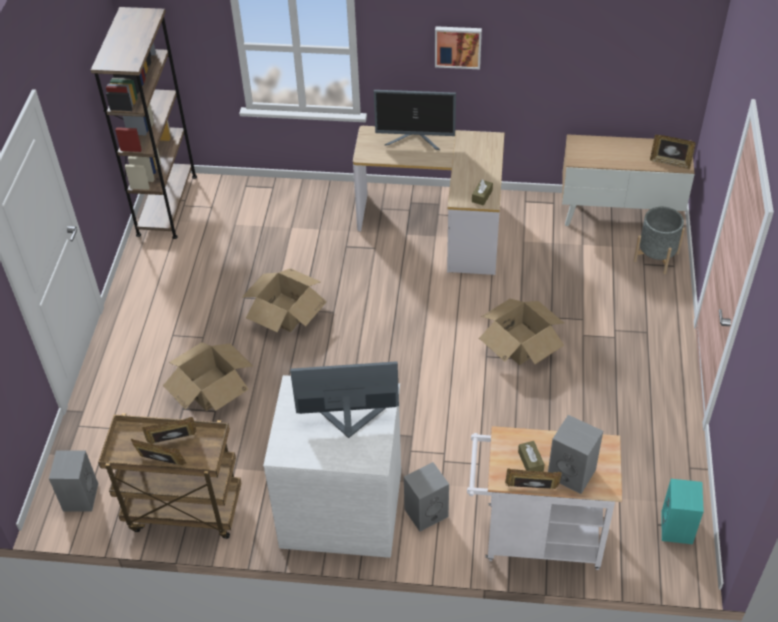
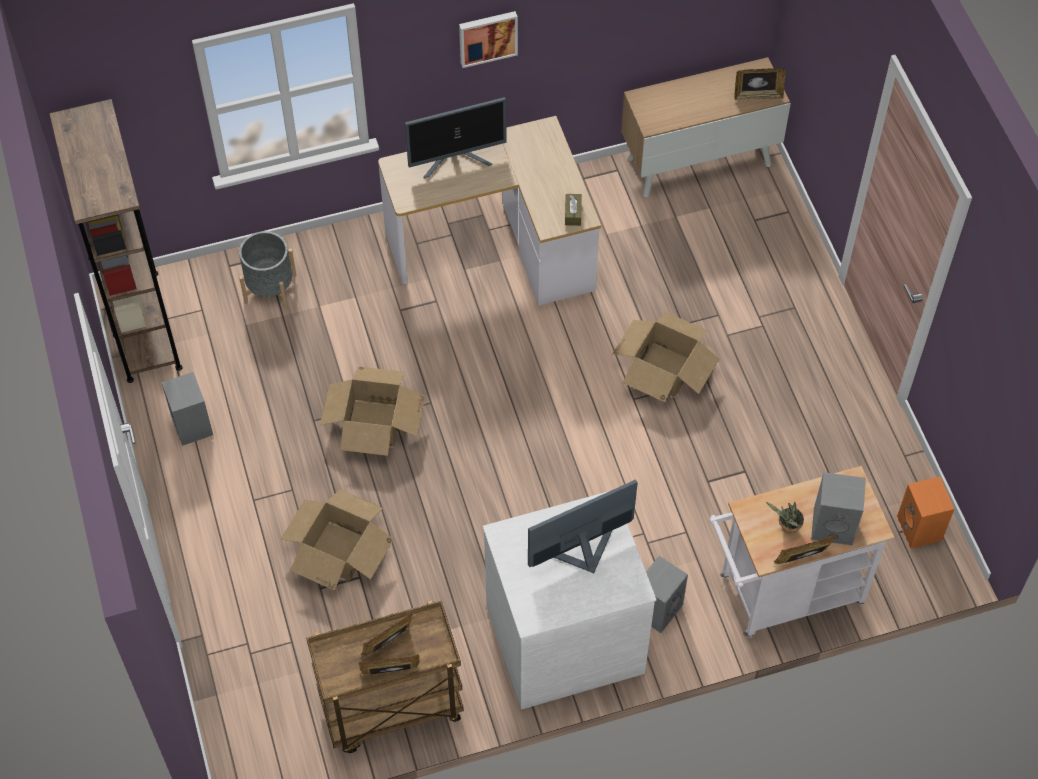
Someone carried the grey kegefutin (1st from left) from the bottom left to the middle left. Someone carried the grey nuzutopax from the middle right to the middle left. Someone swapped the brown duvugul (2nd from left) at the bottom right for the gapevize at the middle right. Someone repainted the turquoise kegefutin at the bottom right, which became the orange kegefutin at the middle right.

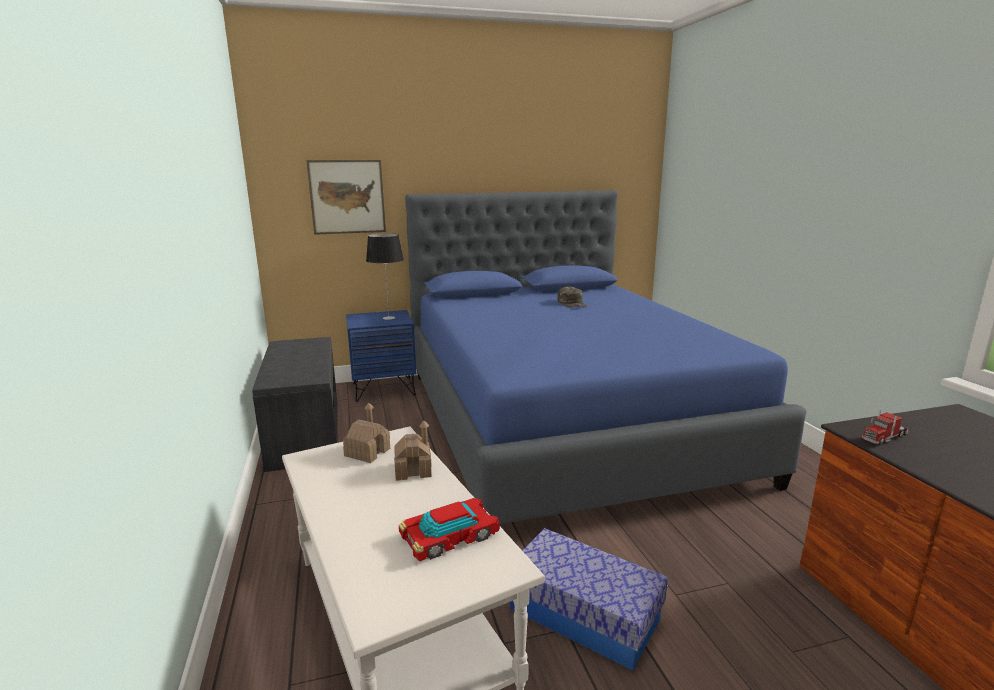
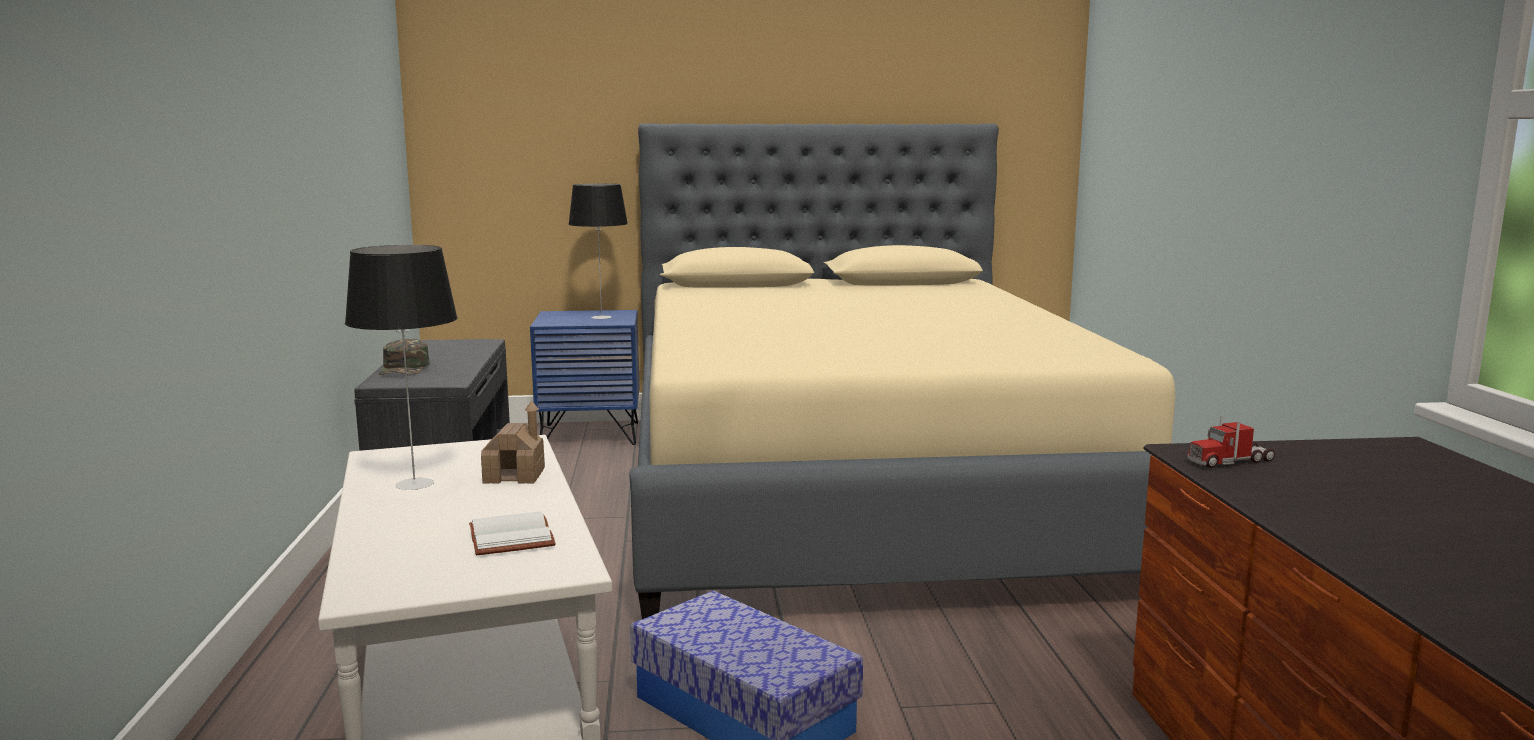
Someone put down the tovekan (1st from left) at the middle left. Someone carried the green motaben from the centre to the middle left. Someone swapped the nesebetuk at the bottom centre for the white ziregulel at the bottom centre. Someone repainted the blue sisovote at the centre, which became the beige sisovote at the centre. Someone took away the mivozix at the top centre. Someone took away the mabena (1st from left) at the centre.

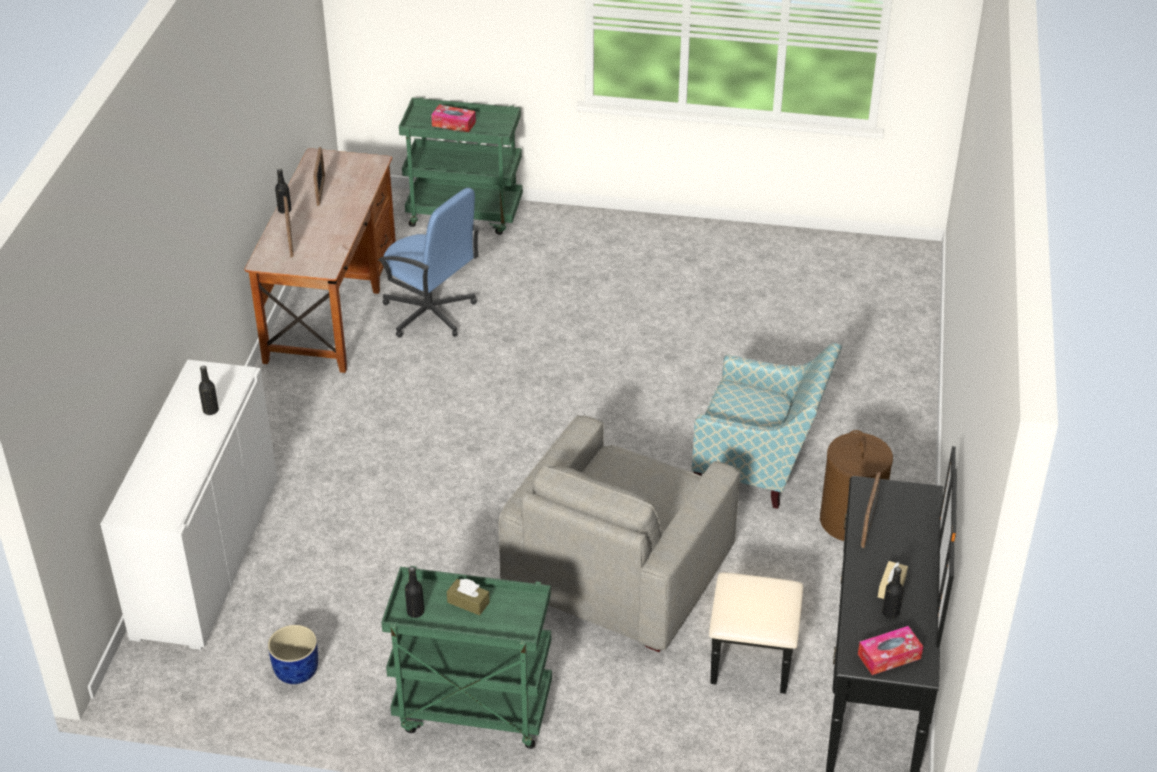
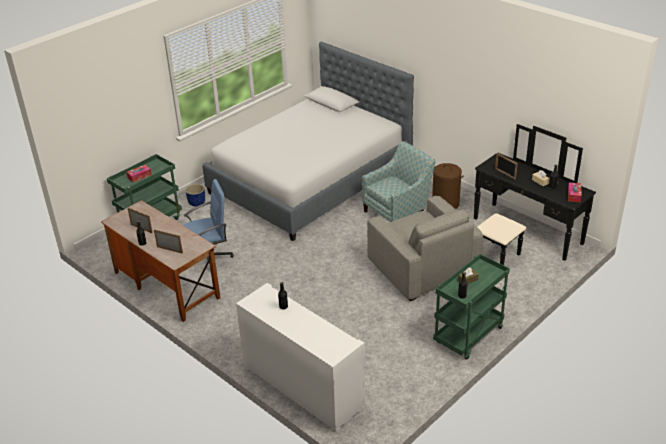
Someone carried the blue nuzutopax from the bottom left to the middle left. Someone put down the sisovote at the top centre.

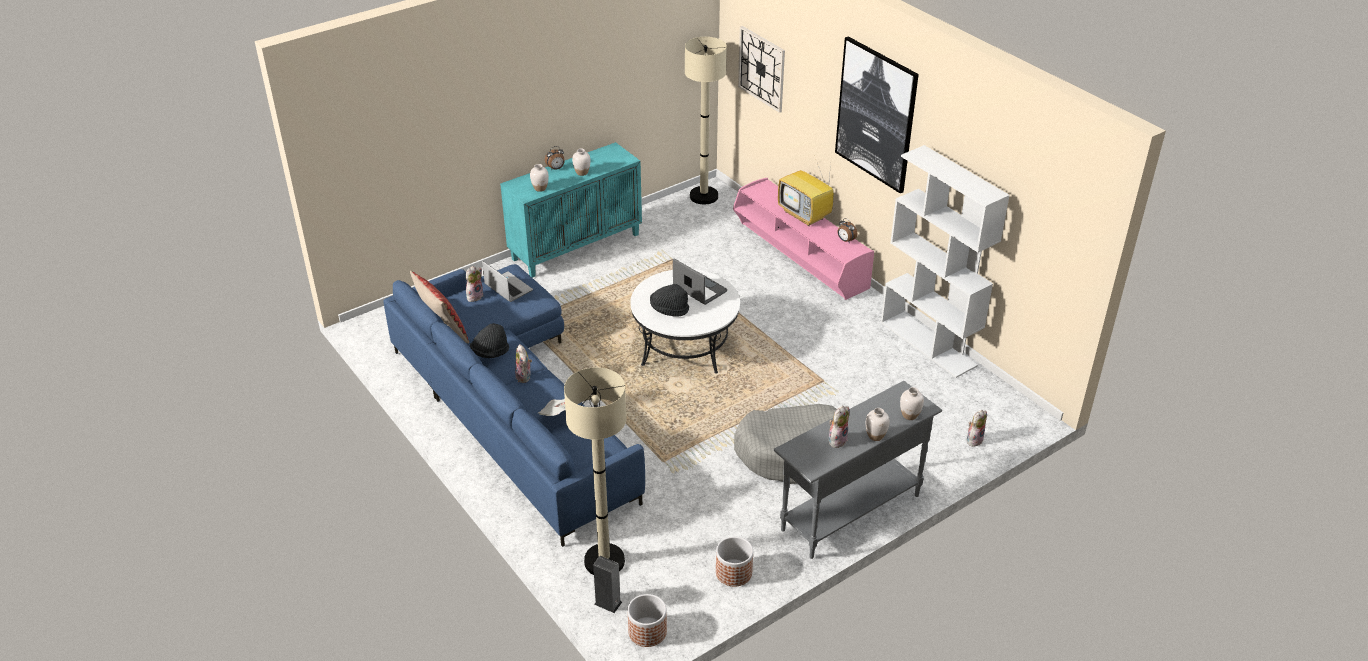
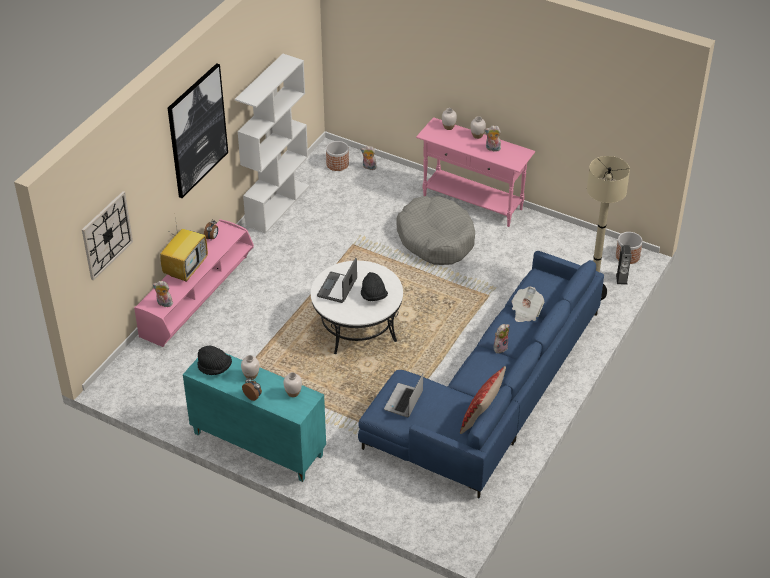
Someone carried the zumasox (1st from left) from the centre to the middle left. Someone carried the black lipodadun (1st from left) from the centre to the middle left. Someone carried the nuzutopax (2nd from left in the first image) from the bottom centre to the top centre. Someone repainted the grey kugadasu at the bottom centre, which became the pink kugadasu at the top centre. Someone took away the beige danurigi (2nd from left) at the top centre.

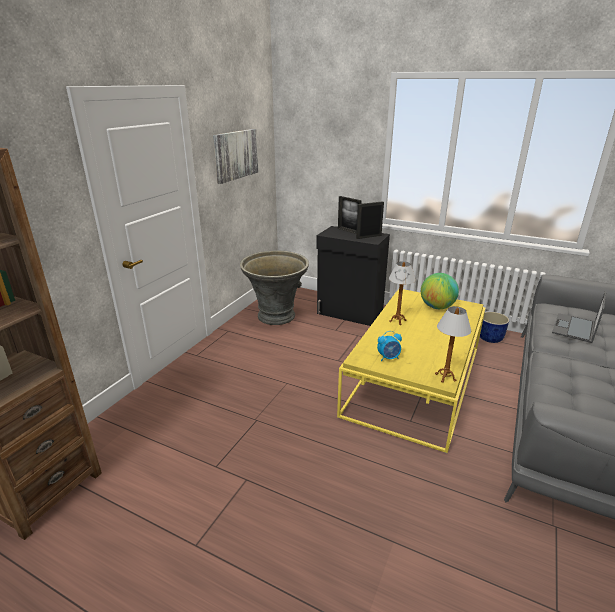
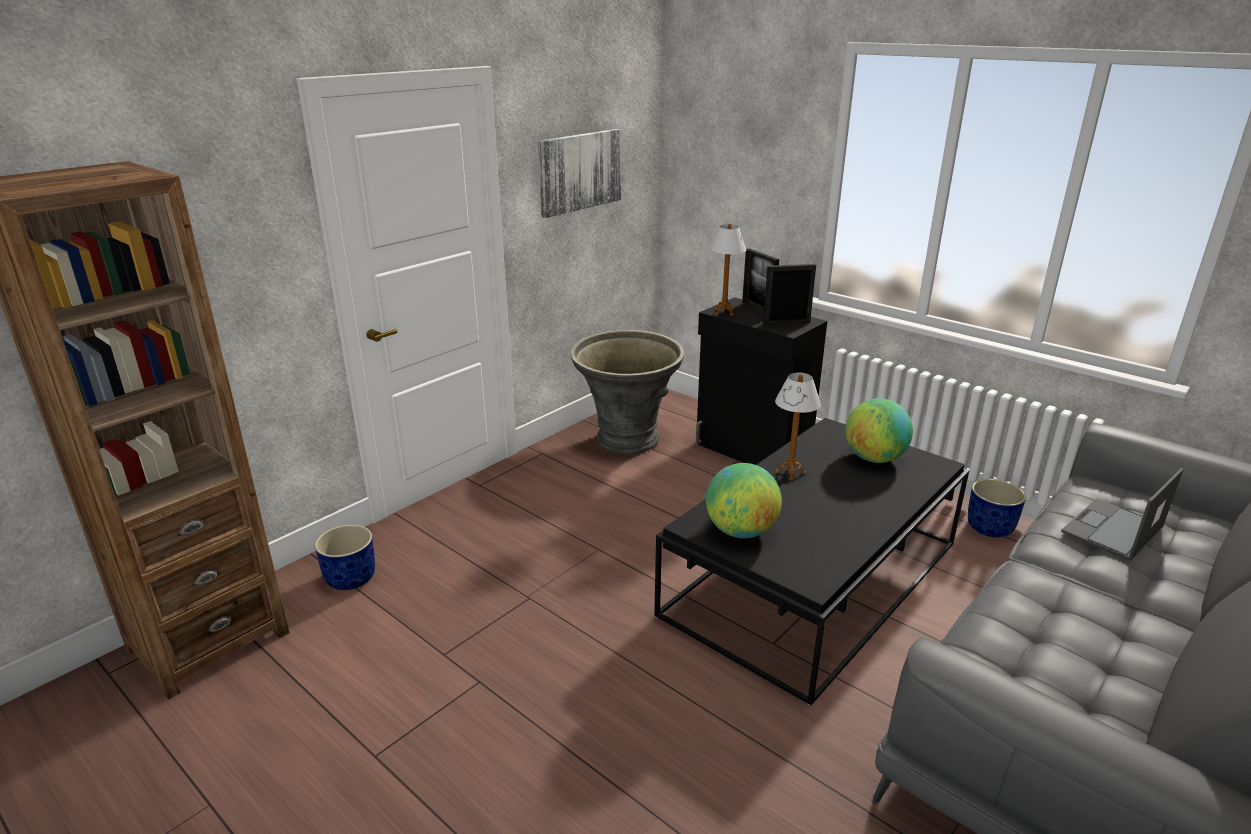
Someone put down the blue nuzutopax (1st from left) at the bottom left. Someone repainted the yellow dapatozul at the middle right, which became the black dapatozul at the bottom centre. Someone swapped the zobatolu at the centre for the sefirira (1st from left) at the centre. Someone carried the tovekan (2nd from left in the first image) from the middle right to the top centre.

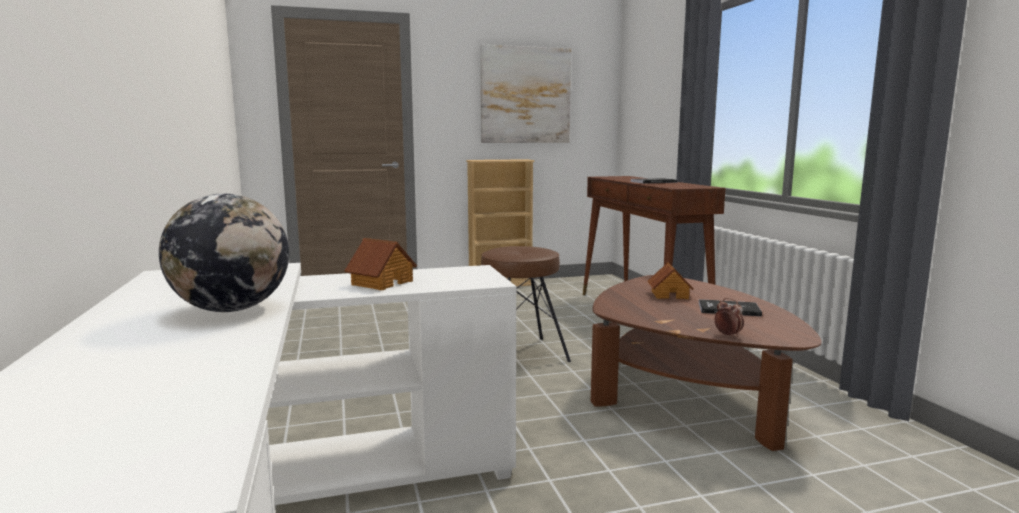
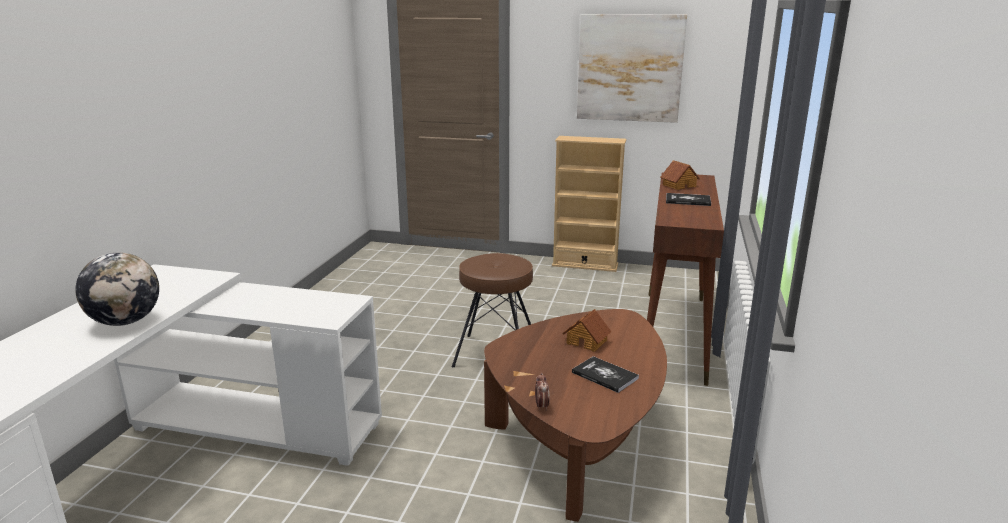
Someone carried the mabena (1st from left in the first image) from the centre to the middle right.

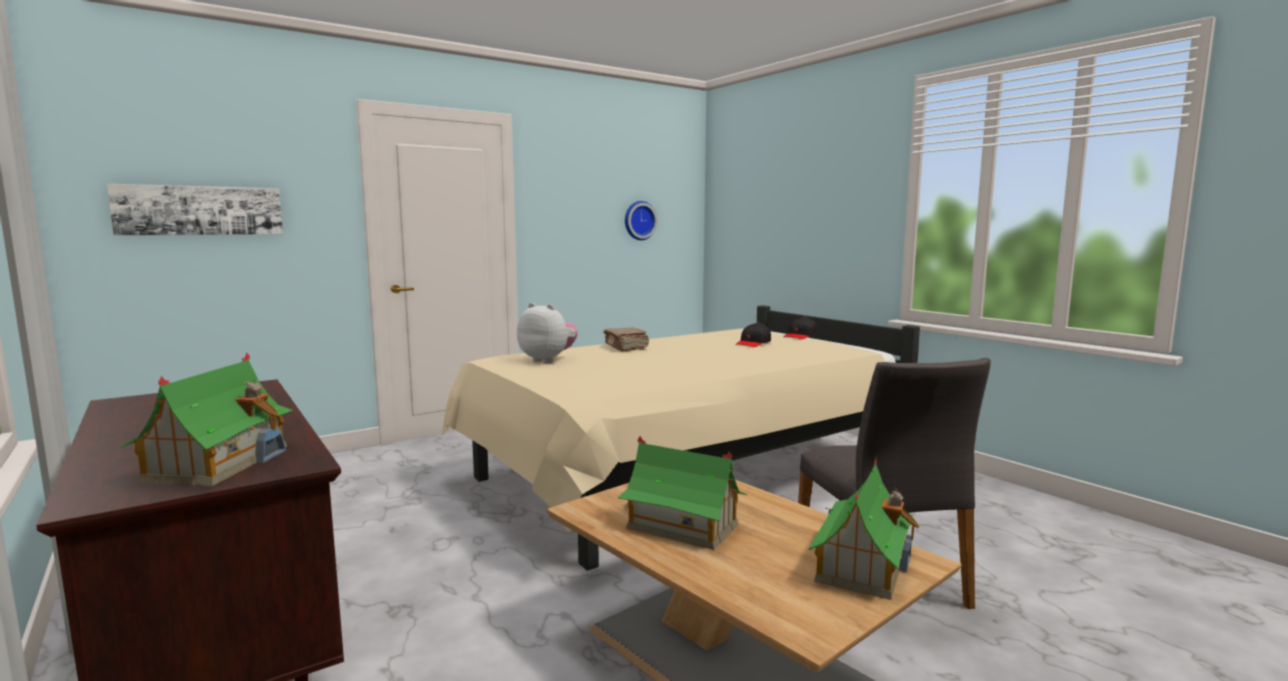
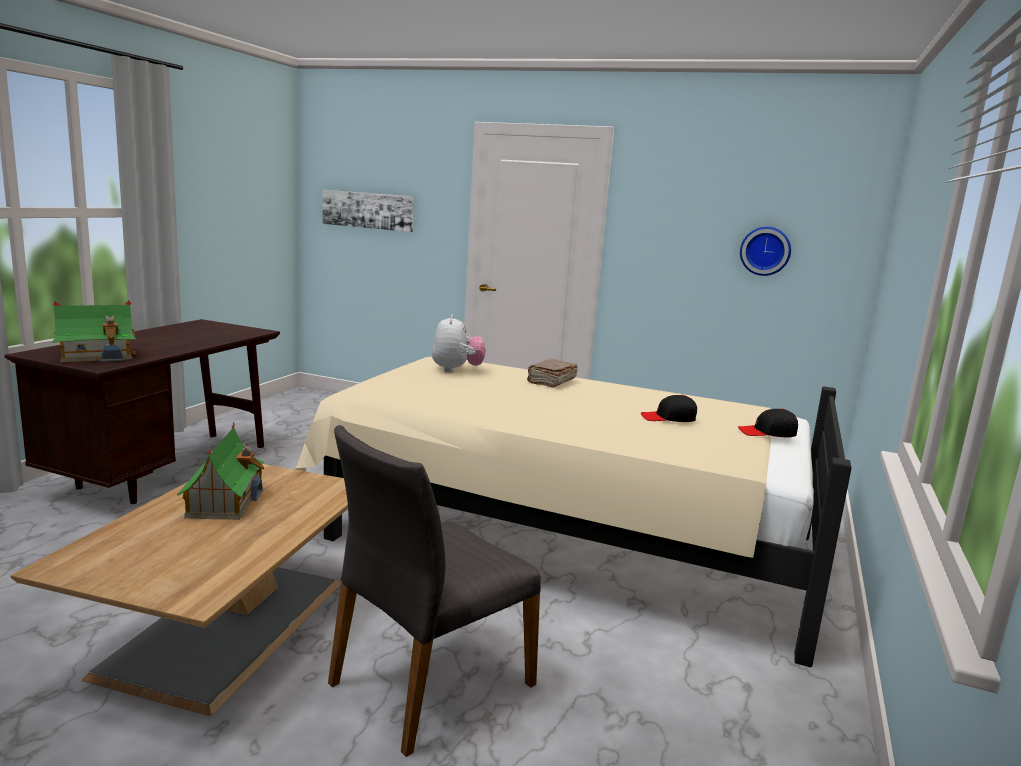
Someone took away the mabena (3rd from left) at the bottom right.

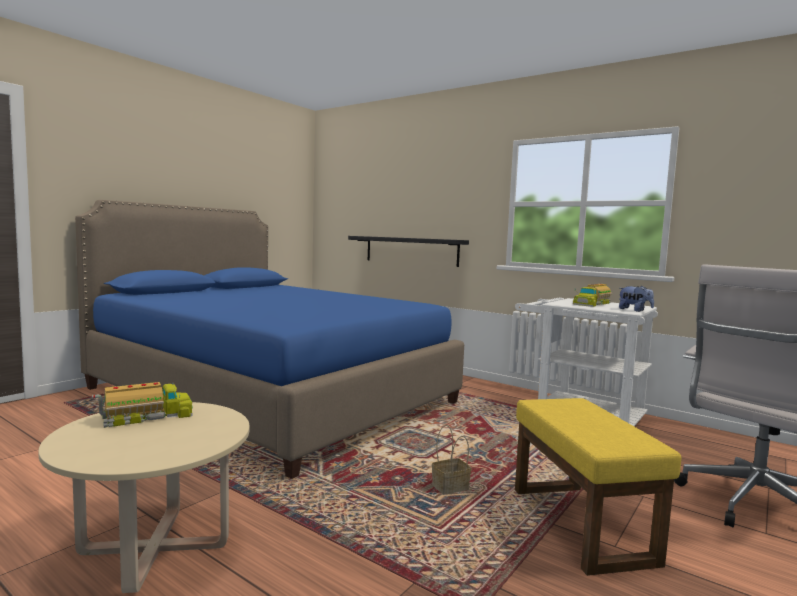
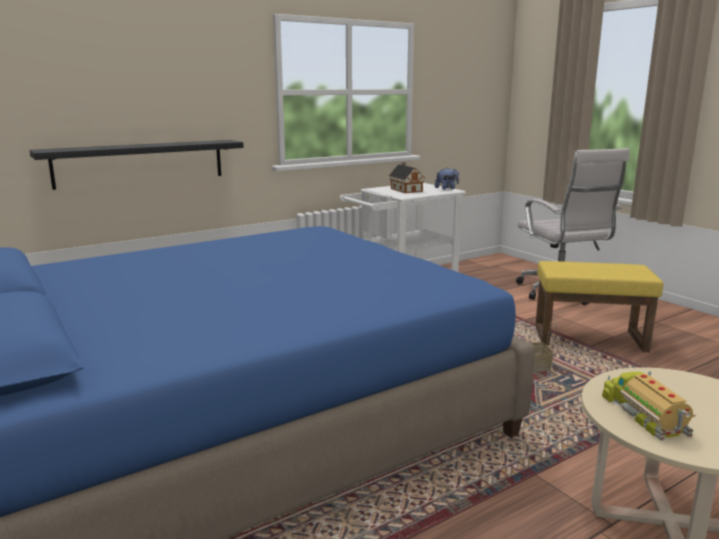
Someone swapped the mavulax (2nd from left) at the middle right for the mabena at the top centre.

